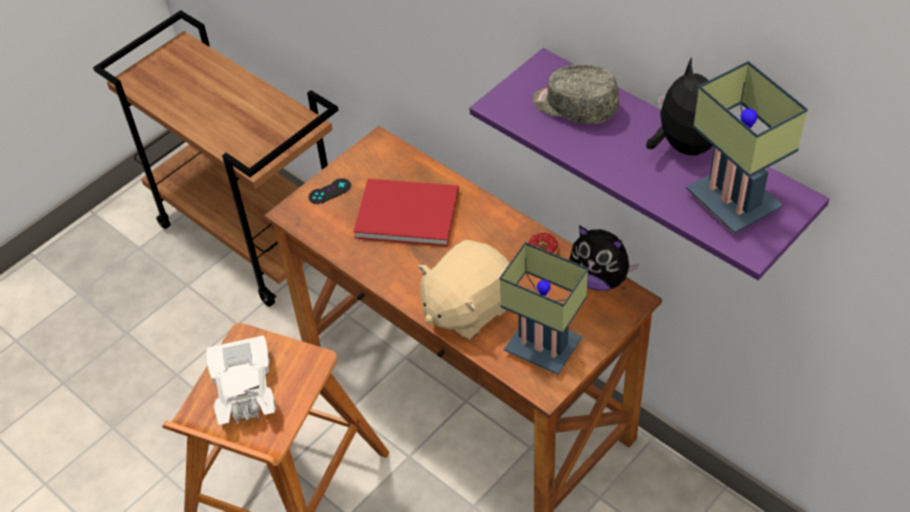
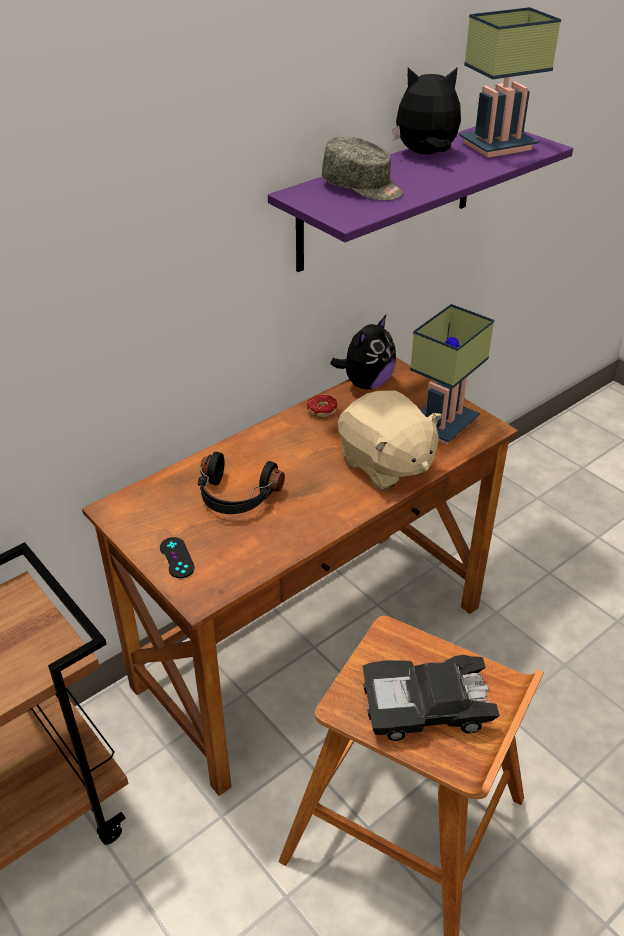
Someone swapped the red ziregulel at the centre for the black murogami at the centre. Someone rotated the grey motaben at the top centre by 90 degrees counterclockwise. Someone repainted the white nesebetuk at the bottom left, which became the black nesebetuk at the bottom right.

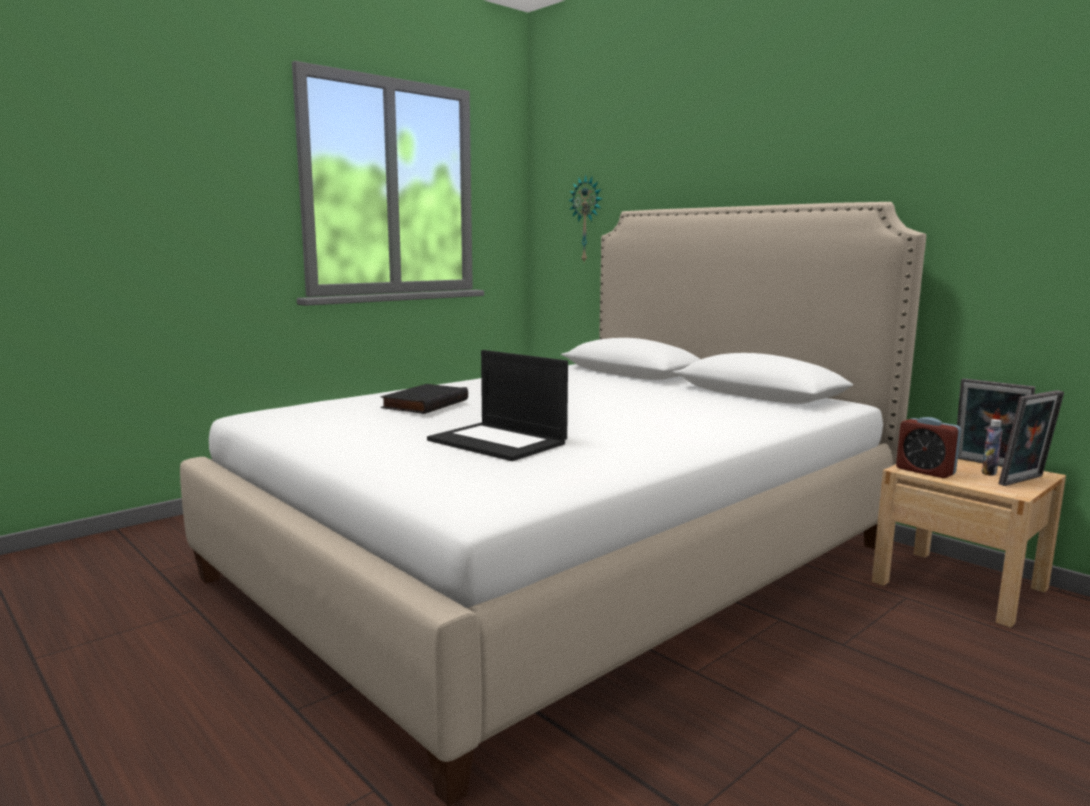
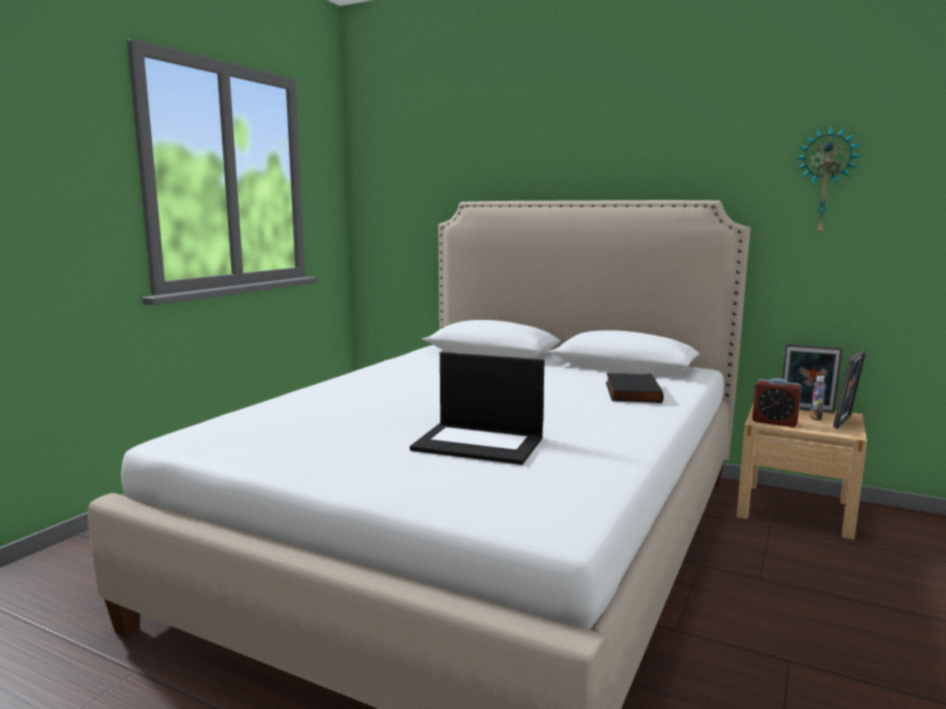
Someone carried the black ziregulel from the centre to the middle right. Someone carried the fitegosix from the top centre to the top right.

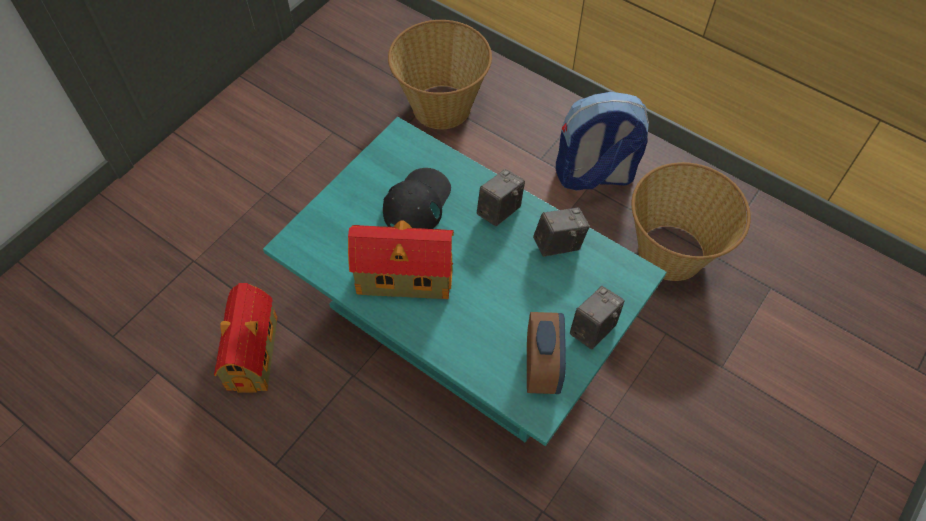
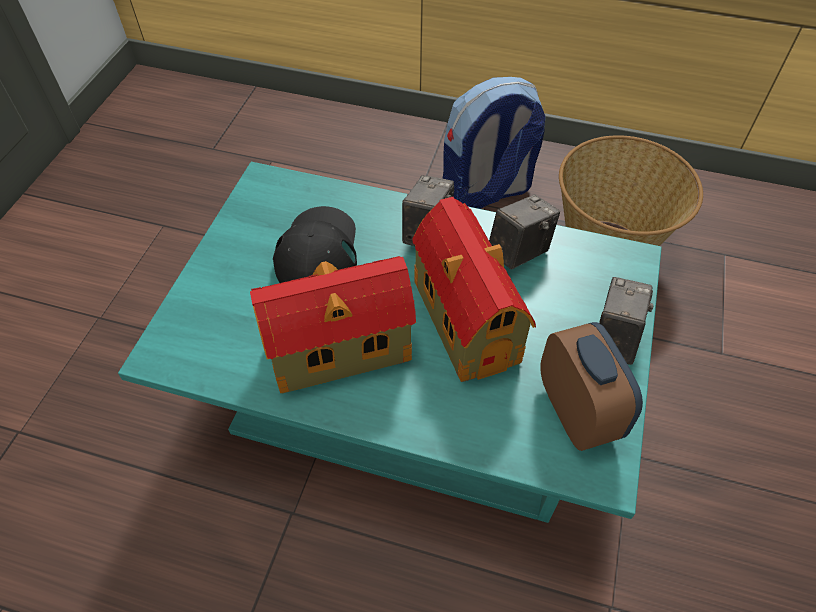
Someone carried the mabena (1st from left in the first image) from the middle left to the centre. Someone took away the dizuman (1st from left) at the top centre.

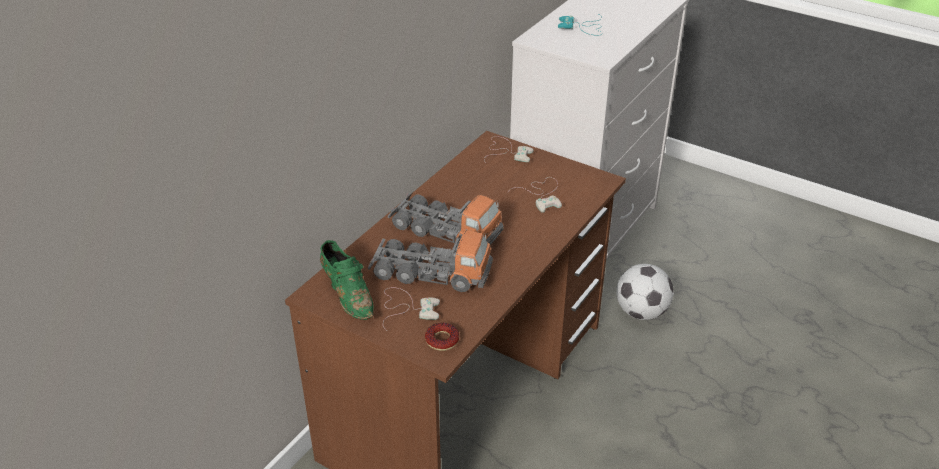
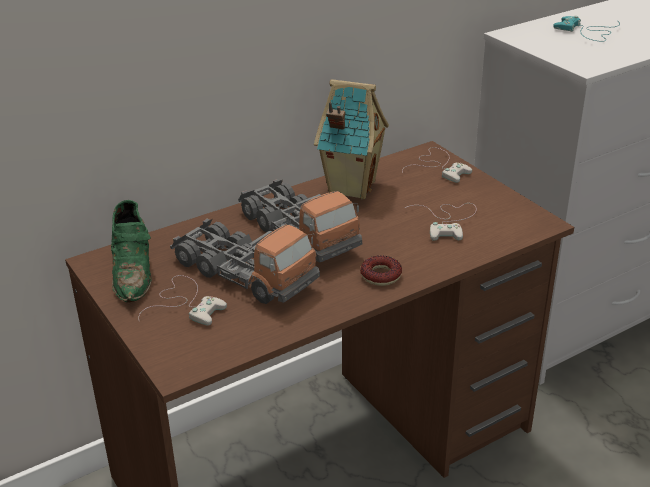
Someone put down the mabena at the top centre. Someone carried the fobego from the bottom centre to the centre. Someone took away the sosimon at the middle right.

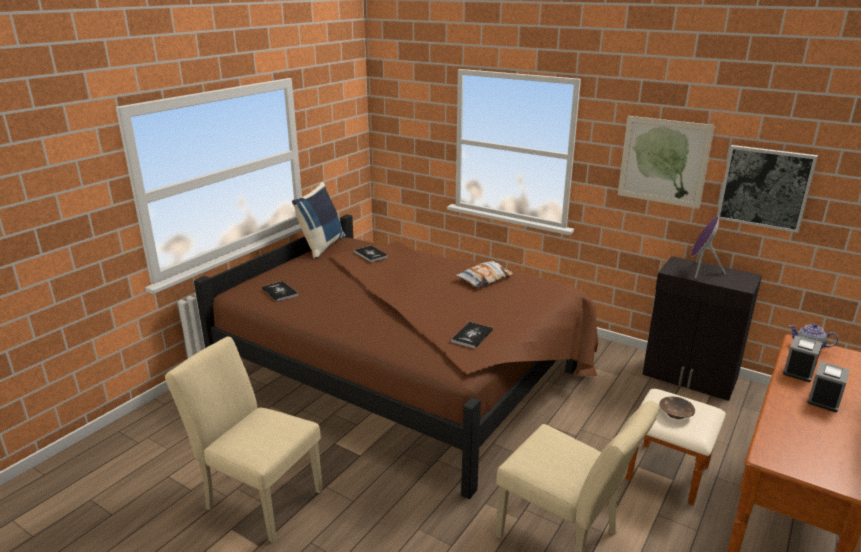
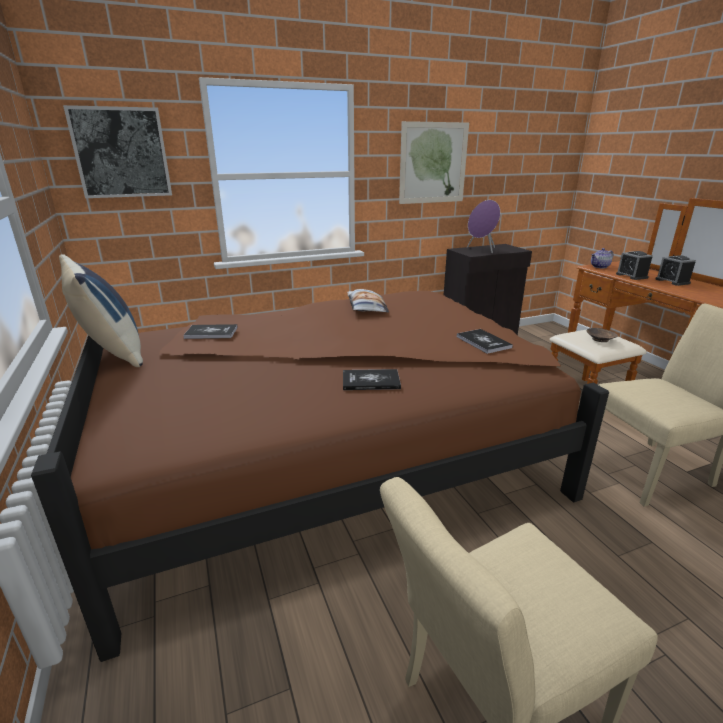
Someone carried the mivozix (2nd from left in the first image) from the middle right to the top left. Someone carried the ziregulel (1st from left in the first image) from the middle left to the centre.

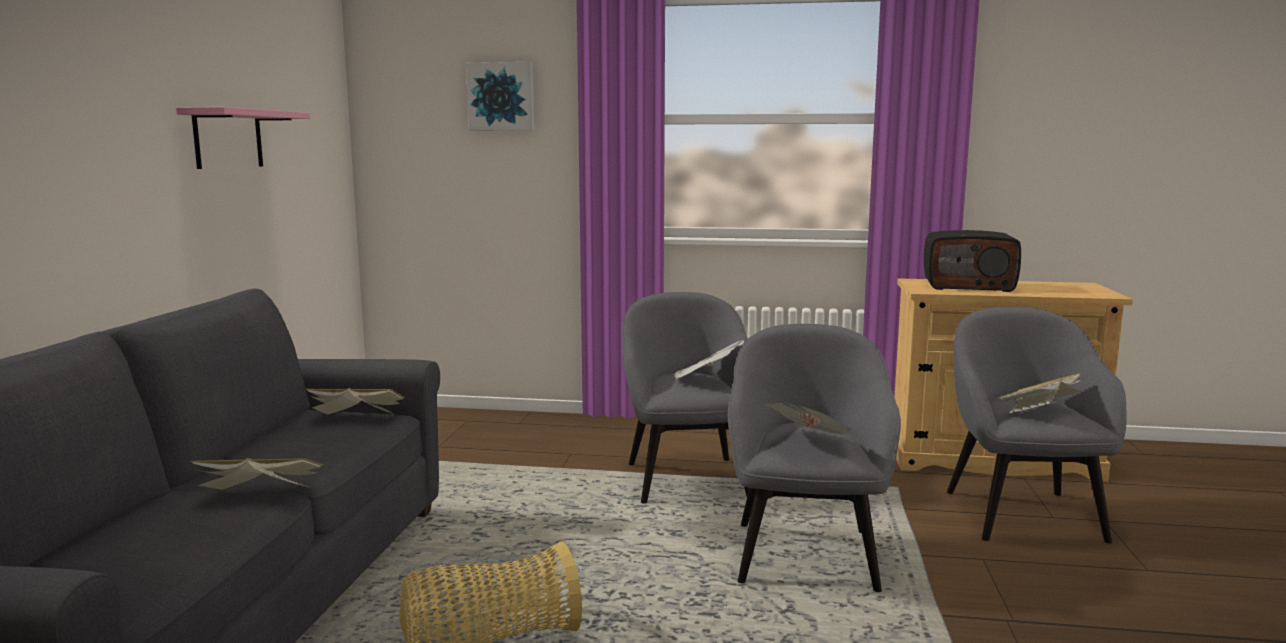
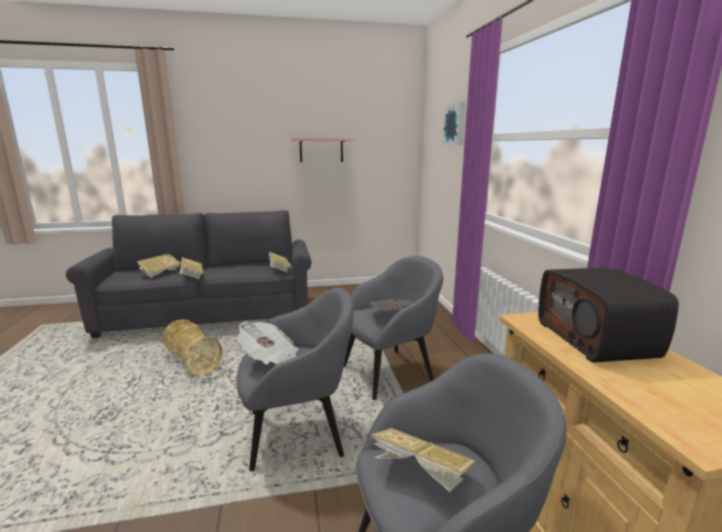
Someone put down the ziregulel (1st from left) at the middle left.

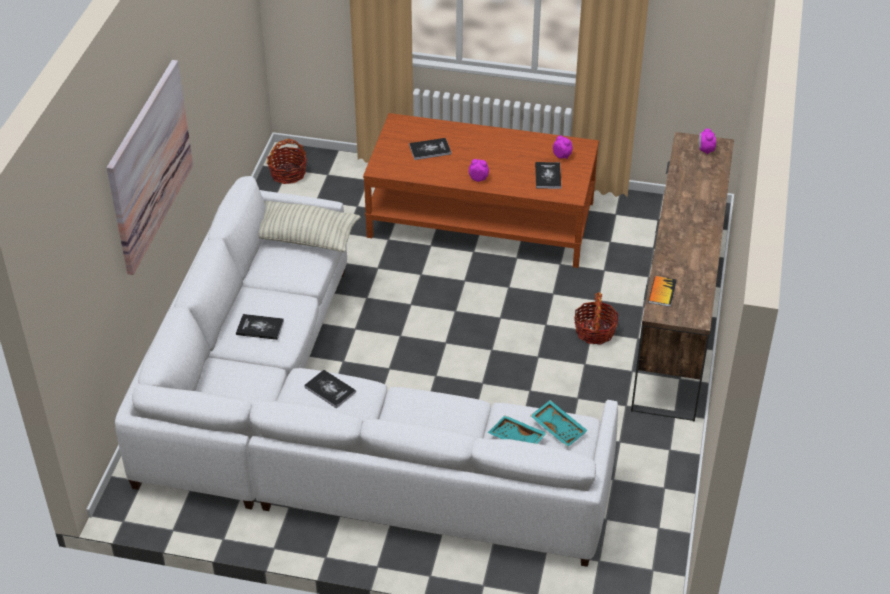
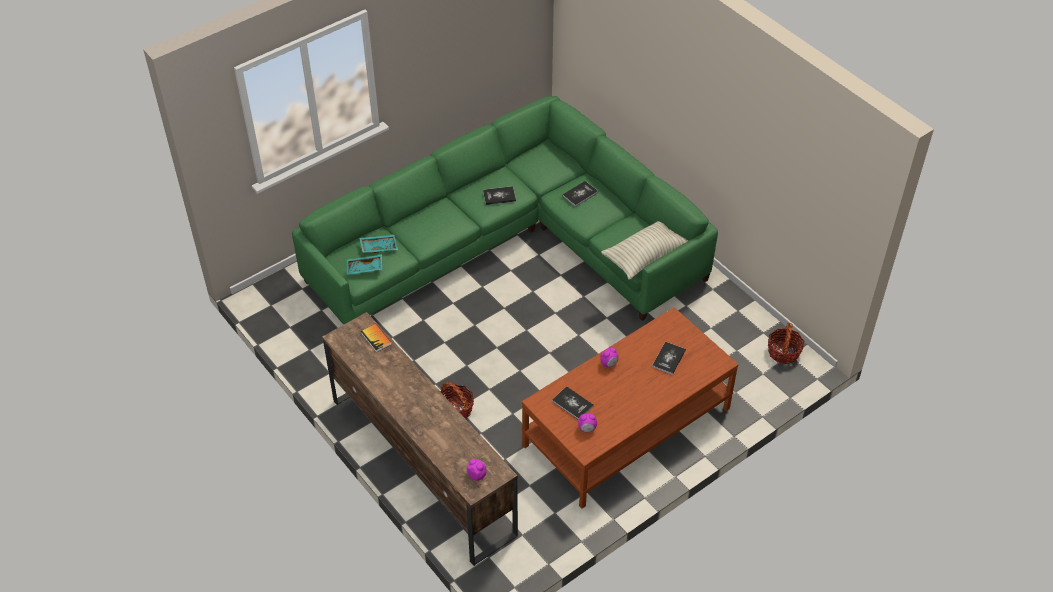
Someone repainted the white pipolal at the centre, which became the green pipolal at the centre. Someone took away the mivozix at the top left.

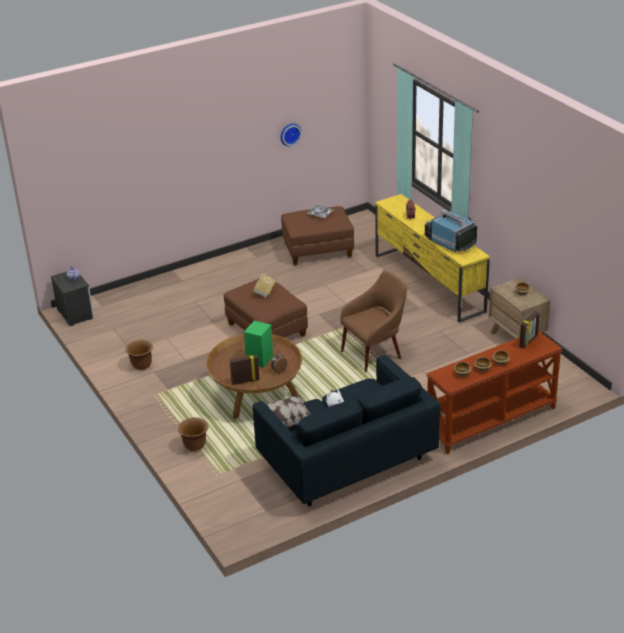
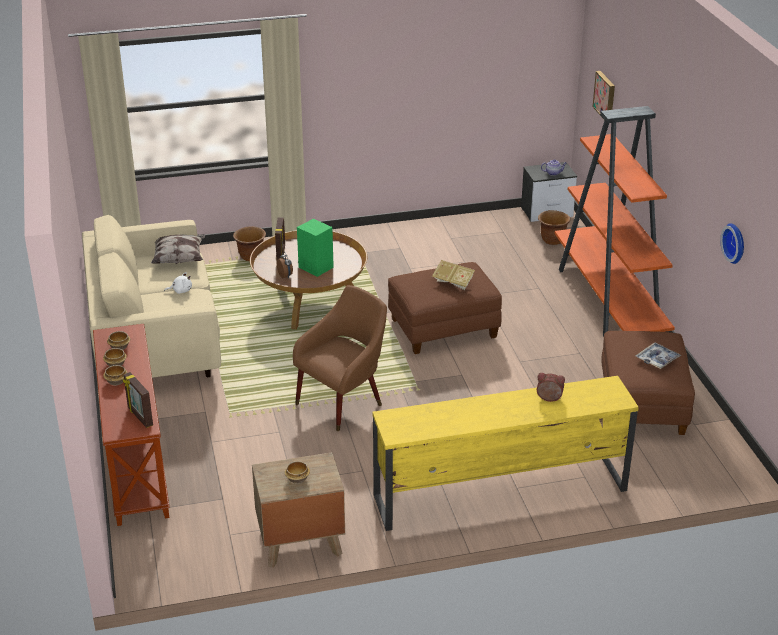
Someone repainted the blue pipolal at the bottom centre, which became the beige pipolal at the middle left. Someone rotated the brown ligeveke at the centre by 120 degrees counterclockwise. Someone carried the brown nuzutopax (1st from left in the first image) from the middle left to the middle right. Someone put down the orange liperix at the middle right. Someone put up the mivozix at the top right. Someone took away the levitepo at the middle right.

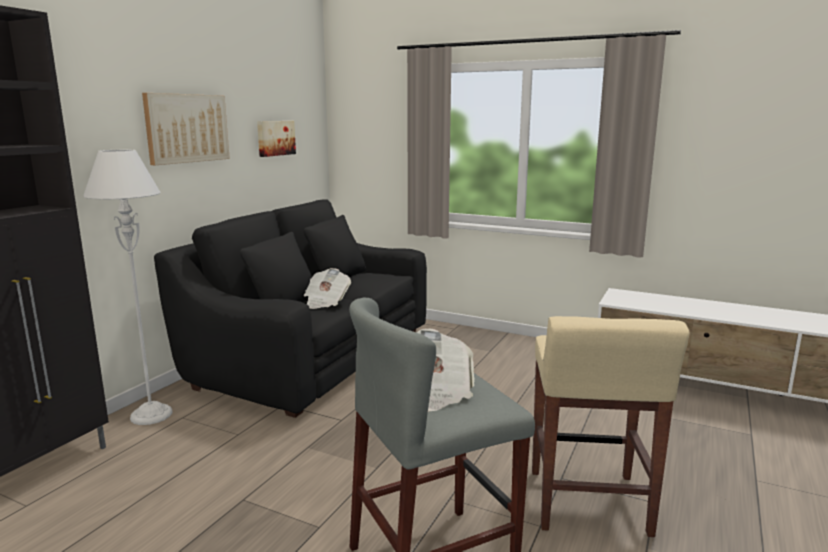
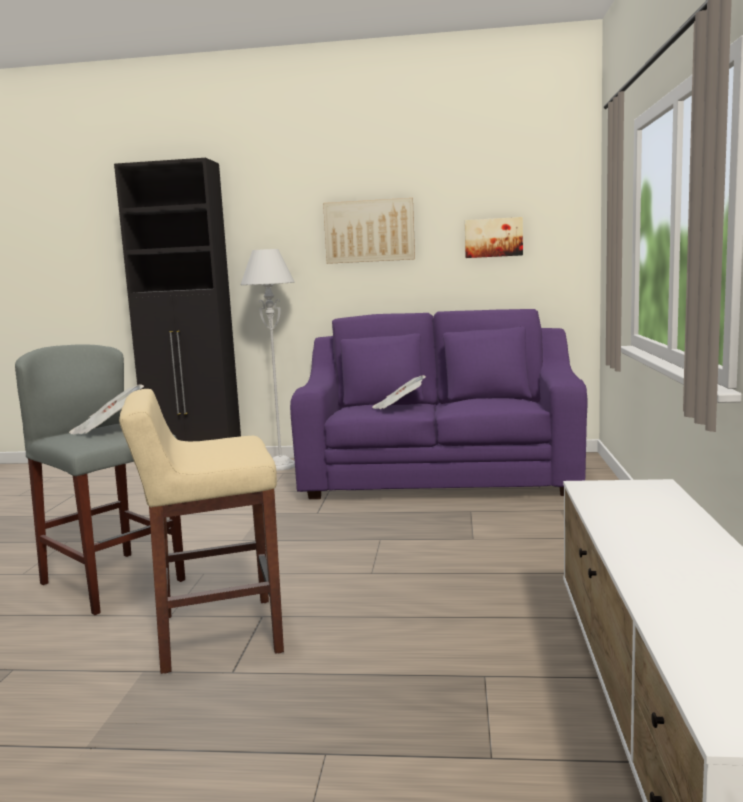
Someone repainted the black pipolal at the centre, which became the purple pipolal at the centre.

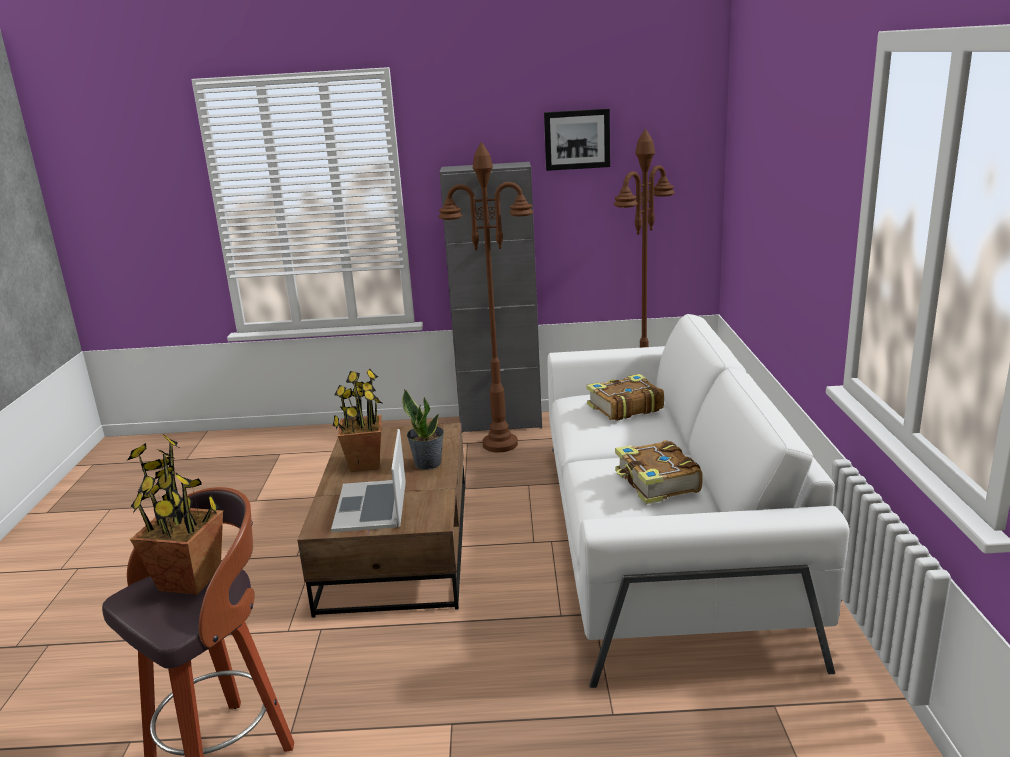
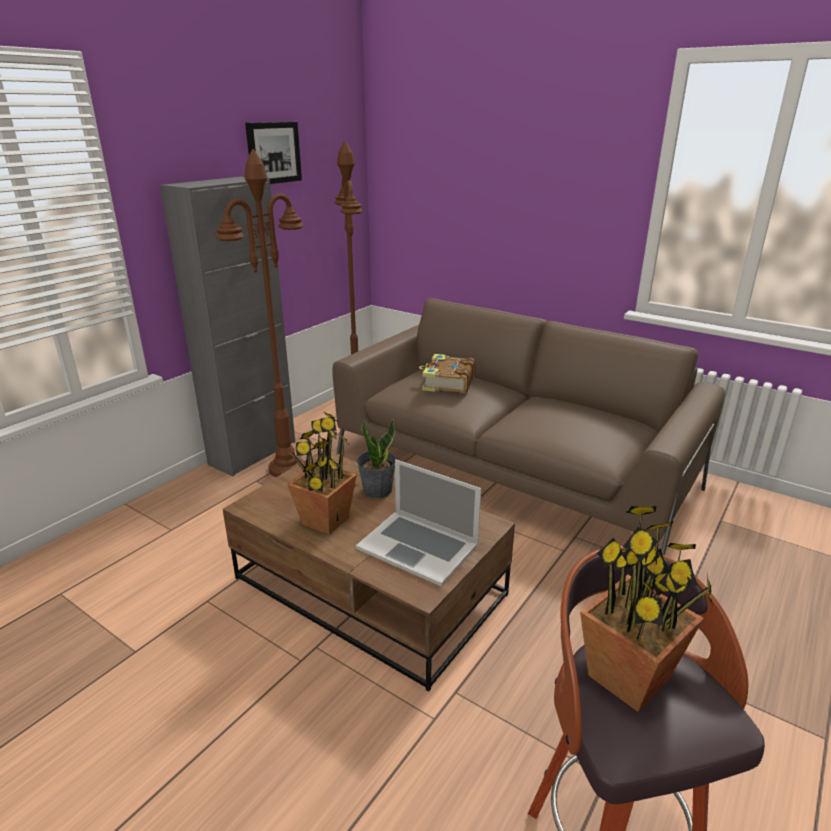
Someone repainted the white pipolal at the middle right, which became the brown pipolal at the centre. Someone took away the ziregulel (2nd from left) at the centre.

